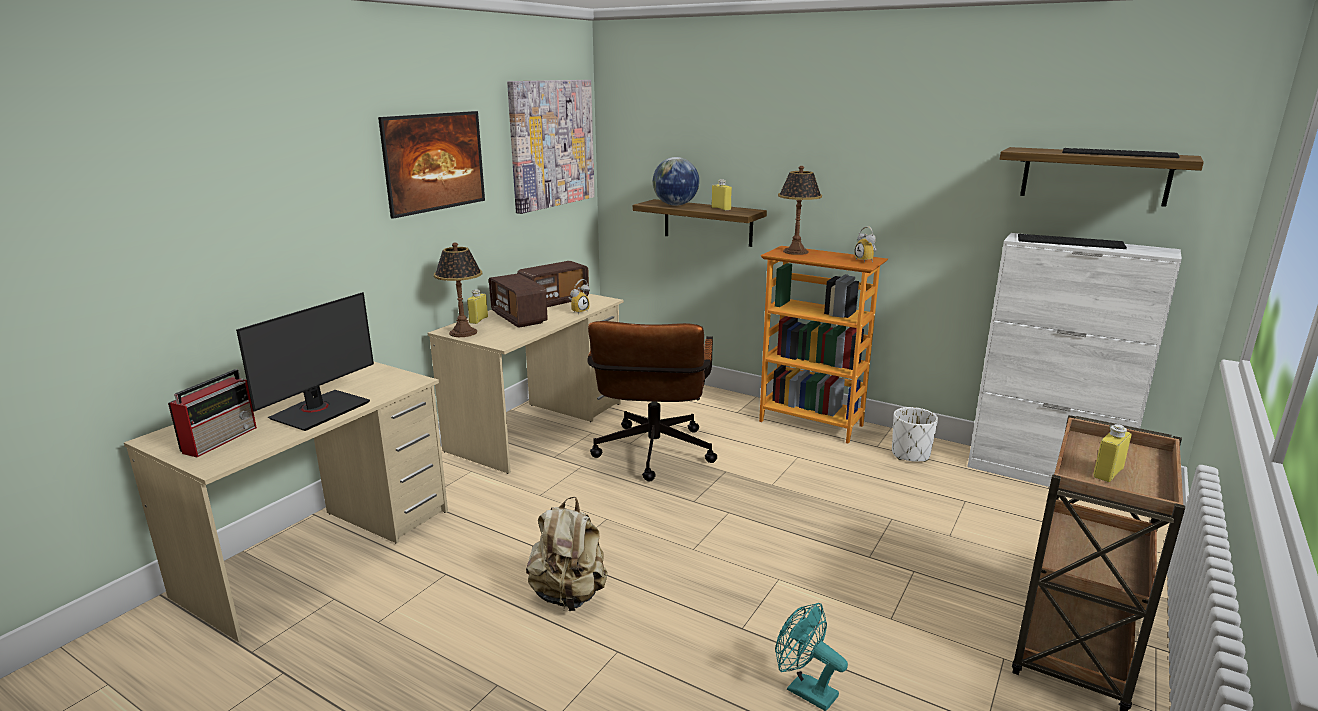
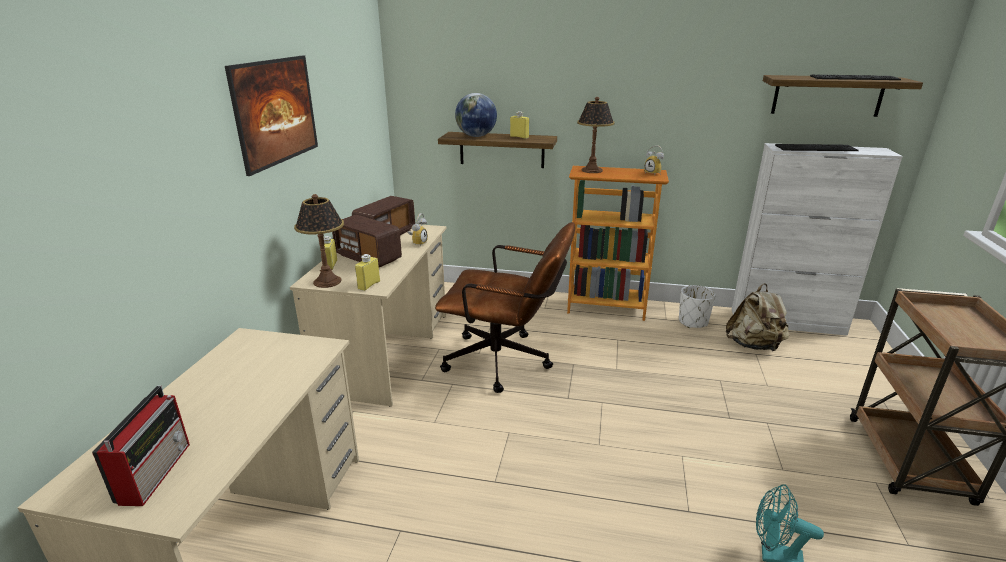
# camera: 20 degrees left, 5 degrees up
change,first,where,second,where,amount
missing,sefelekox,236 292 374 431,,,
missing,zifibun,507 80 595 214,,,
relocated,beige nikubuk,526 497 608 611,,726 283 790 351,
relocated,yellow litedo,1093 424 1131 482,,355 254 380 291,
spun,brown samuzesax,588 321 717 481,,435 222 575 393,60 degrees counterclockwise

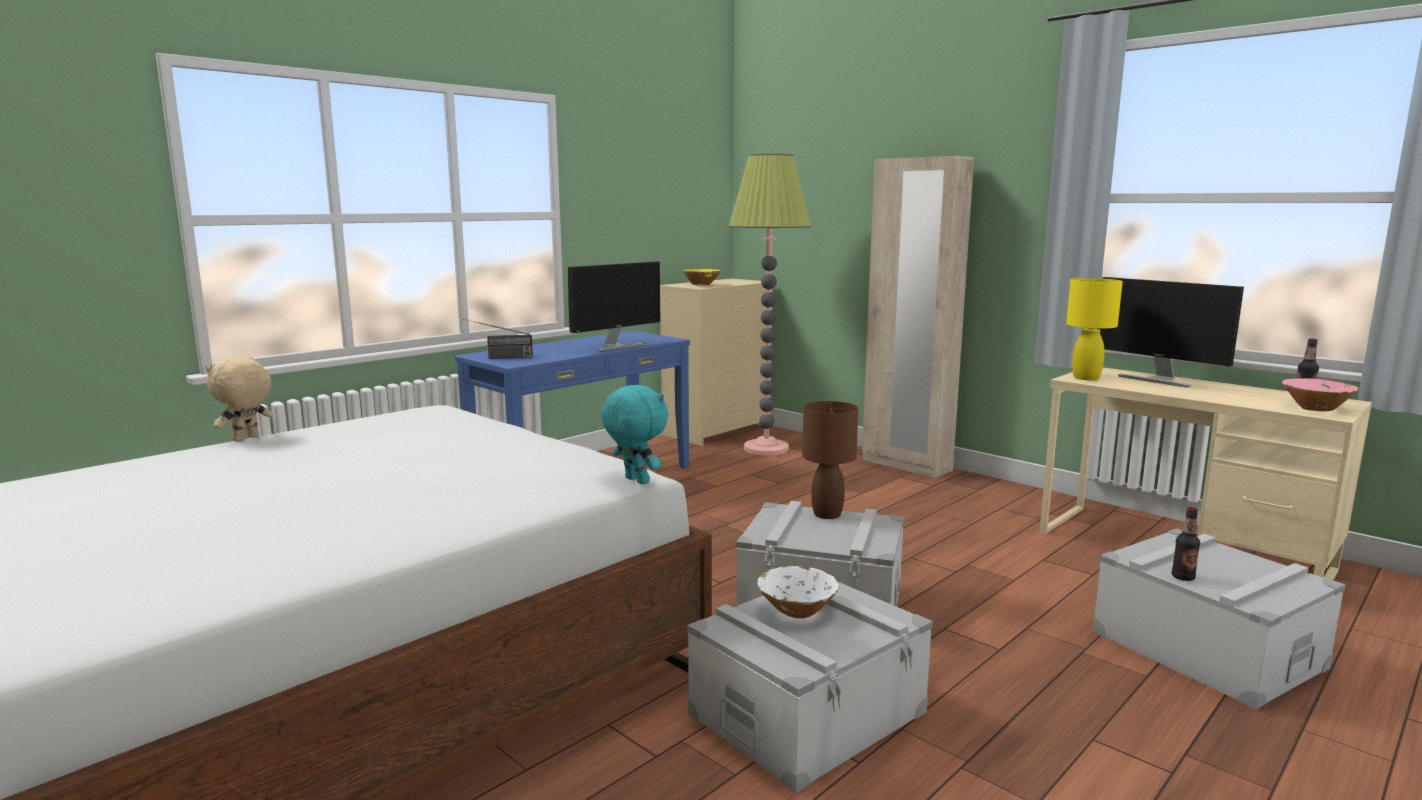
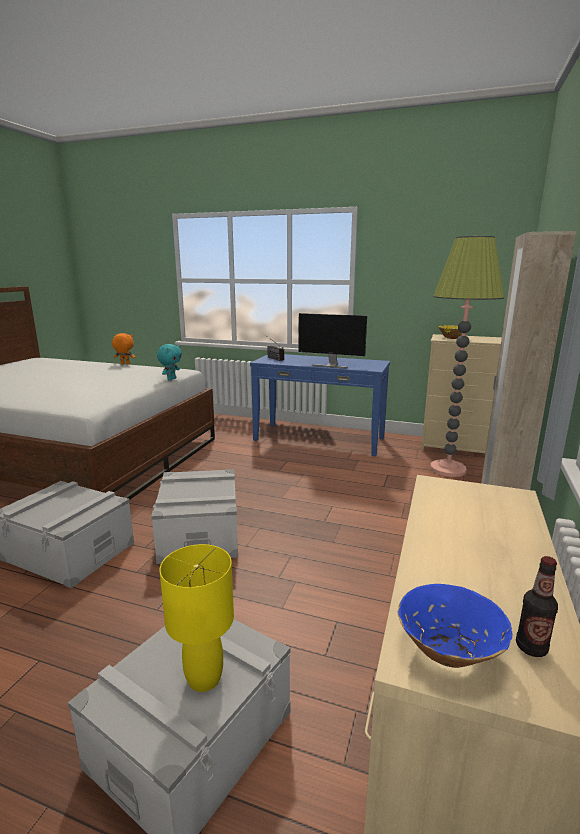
# camera: 65 degrees right, 5 degrees up
change,first,where,second,where,amount
missing,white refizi,757 566 839 618,,,
missing,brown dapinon,802 401 858 519,,,
missing,sefelekox,1097 277 1244 388,,,
missing,litedo,1172 507 1200 581,,,
relocated,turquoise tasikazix,601 385 668 484,,157 344 182 381,
relocated,yellow dapinon,1066 278 1123 380,,159 544 234 692,
colour,beige tasikazix,205 357 273 441,orange tasikazix,112 333 135 364,
colour,pink refizi,1282 378 1359 411,blue refizi,398 584 512 668,

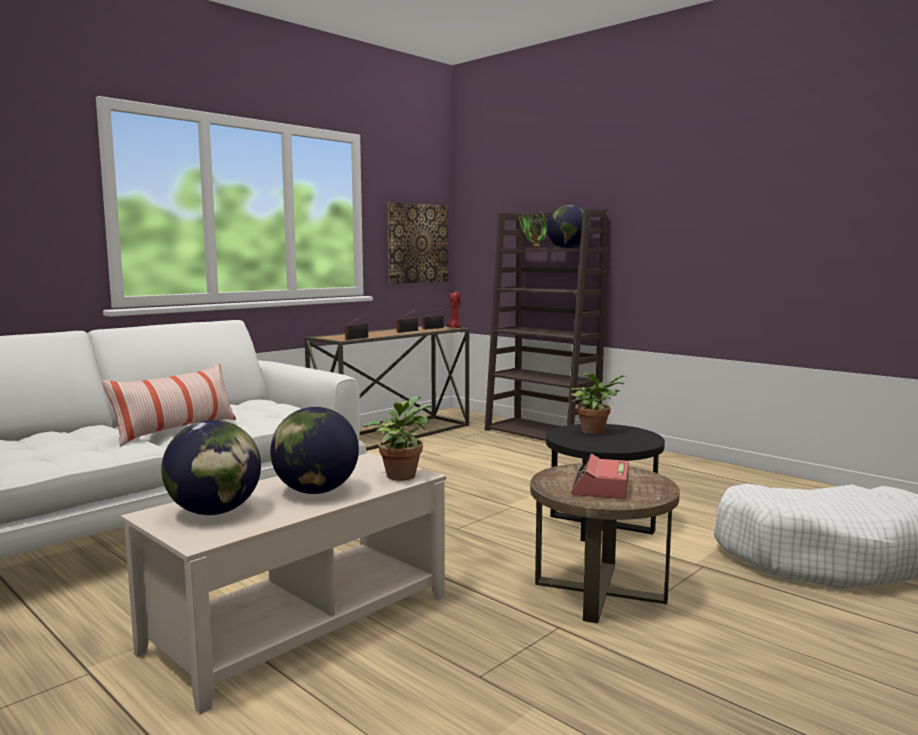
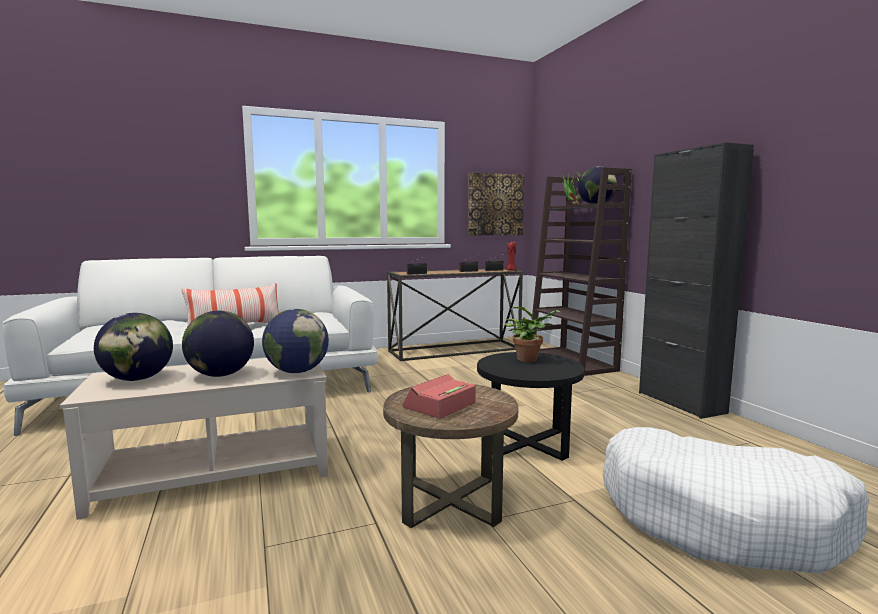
# camera: 25 degrees right, 0 degrees up
change,first,where,second,where,amount
appeared,,,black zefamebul,639 142 754 419,
exchanged,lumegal,363 396 432 481,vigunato,262 309 329 373,

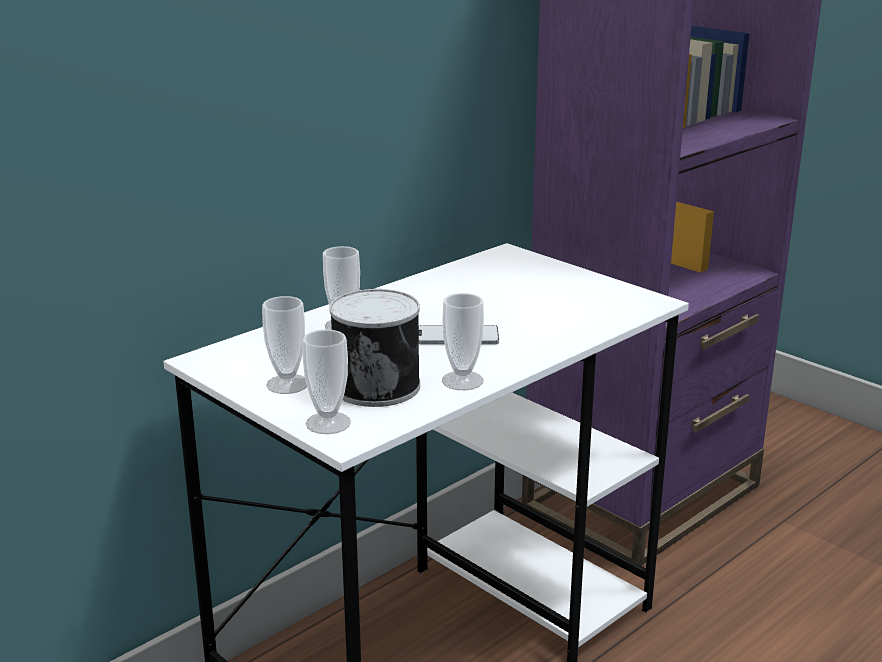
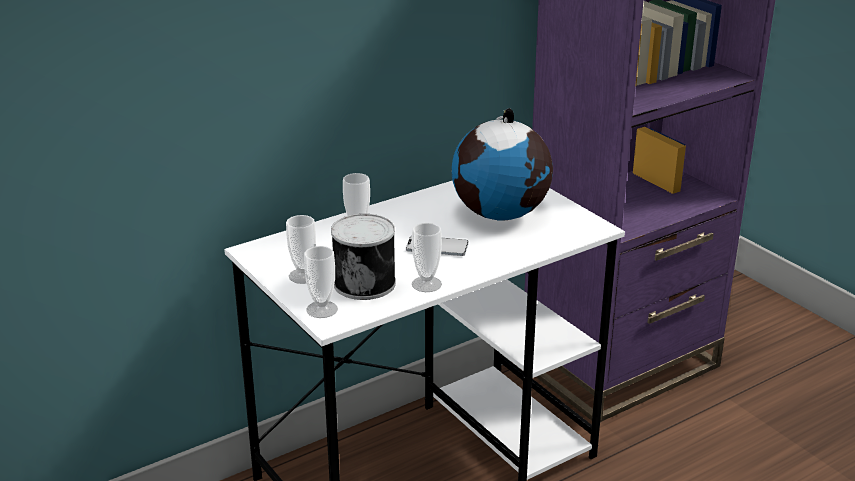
# camera: 10 degrees right, 5 degrees up
change,first,where,second,where,amount
appeared,,,vigunato,452 108 553 221,

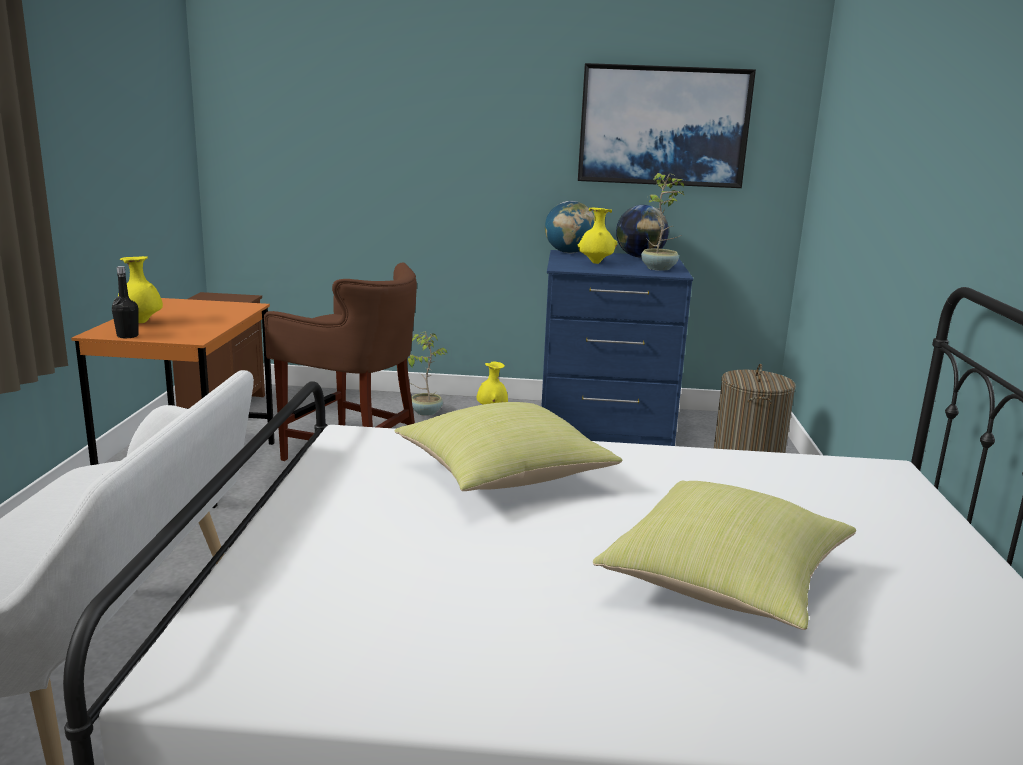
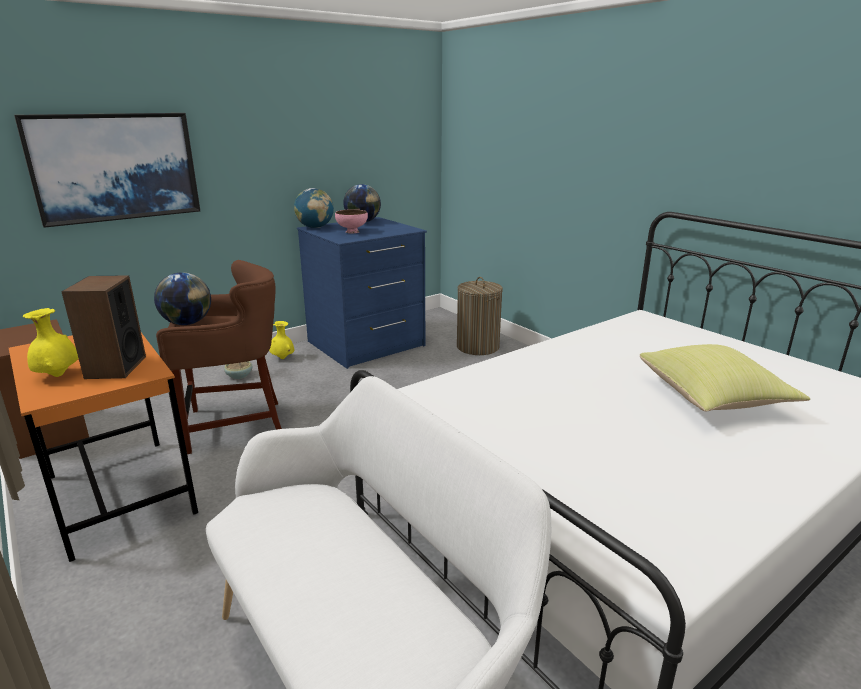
# camera: 40 degrees left, 5 degrees up
change,first,where,second,where,amount
missing,black litedo,112 266 139 338,,,
missing,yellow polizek,395 402 622 491,,,
missing,lumegal,641 173 685 271,,,
appeared,,,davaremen,61 275 146 379,
appeared,,,vigunato,154 272 211 325,
relocated,zifibun,578 63 756 188,,14 113 200 228,
exchanged,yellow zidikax,578 208 618 264,pink refizi,335 209 368 233,

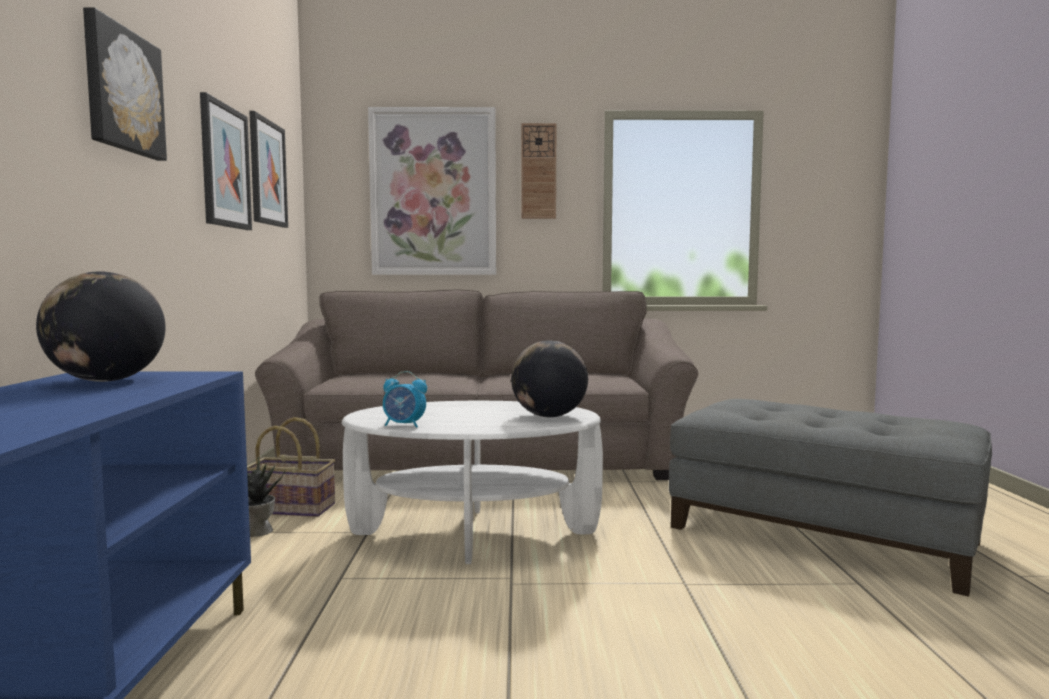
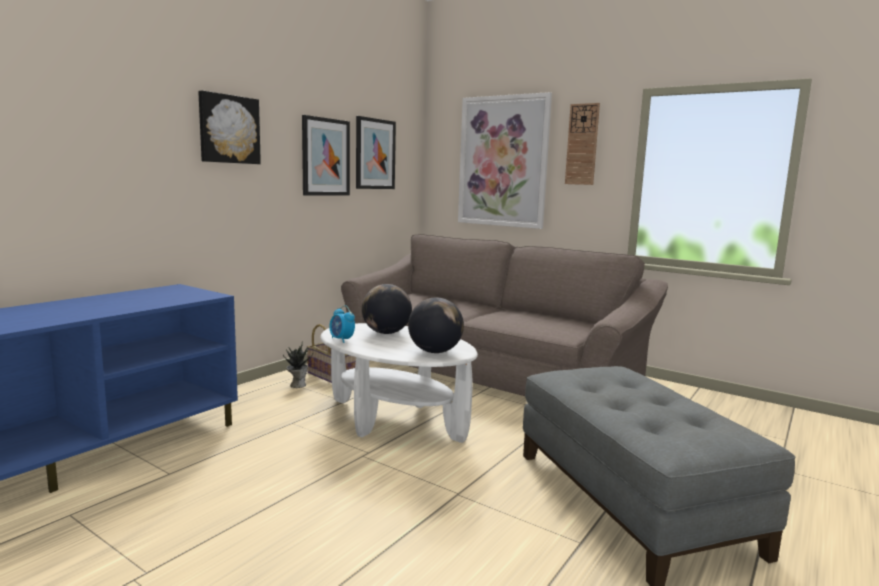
# camera: 35 degrees right, 5 degrees up
change,first,where,second,where,amount
relocated,vigunato,36 271 165 382,,362 284 412 334,

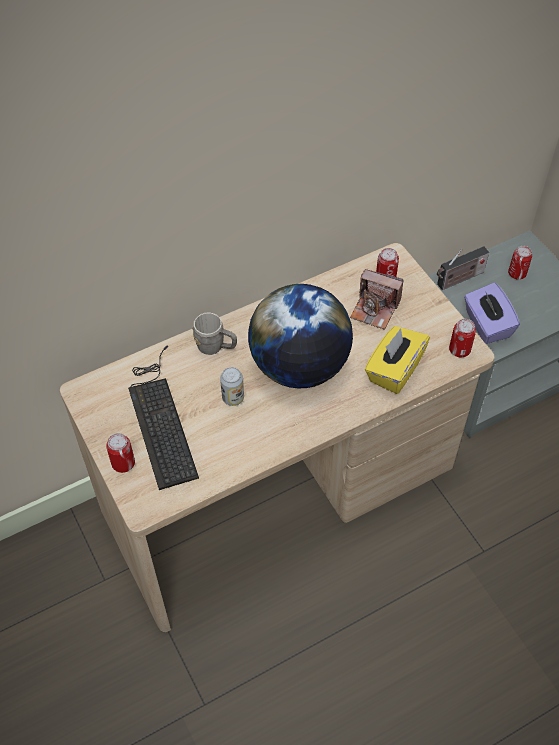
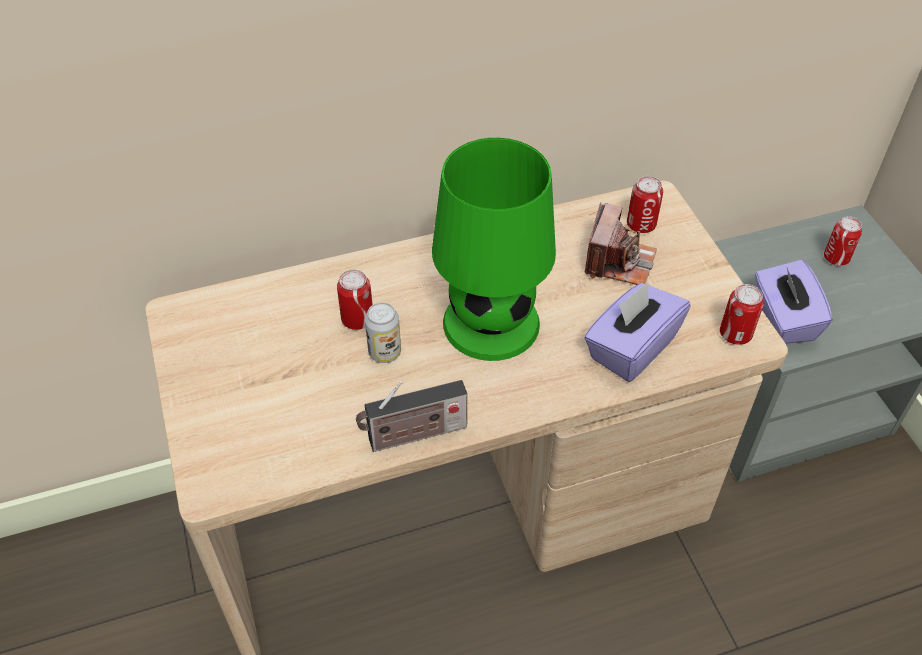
# camera: 10 degrees right, 5 degrees down
change,first,where,second,where,amount
missing,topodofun,128 346 199 490,,,
missing,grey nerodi,192 313 237 355,,,
relocated,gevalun,106 433 135 473,,337 270 373 330,
relocated,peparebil,437 246 489 290,,356 380 467 452,
exchanged,vigunato,248 284 353 388,green dapinon,432 138 556 361,
colour,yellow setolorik,365 326 430 394,purple setolorik,584 282 691 382,
spun,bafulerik,350 269 403 330,,585 203 657 285,105 degrees counterclockwise

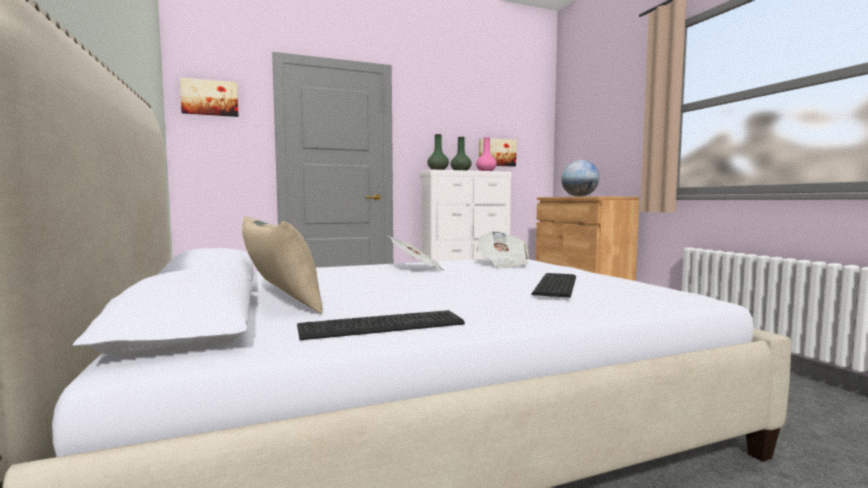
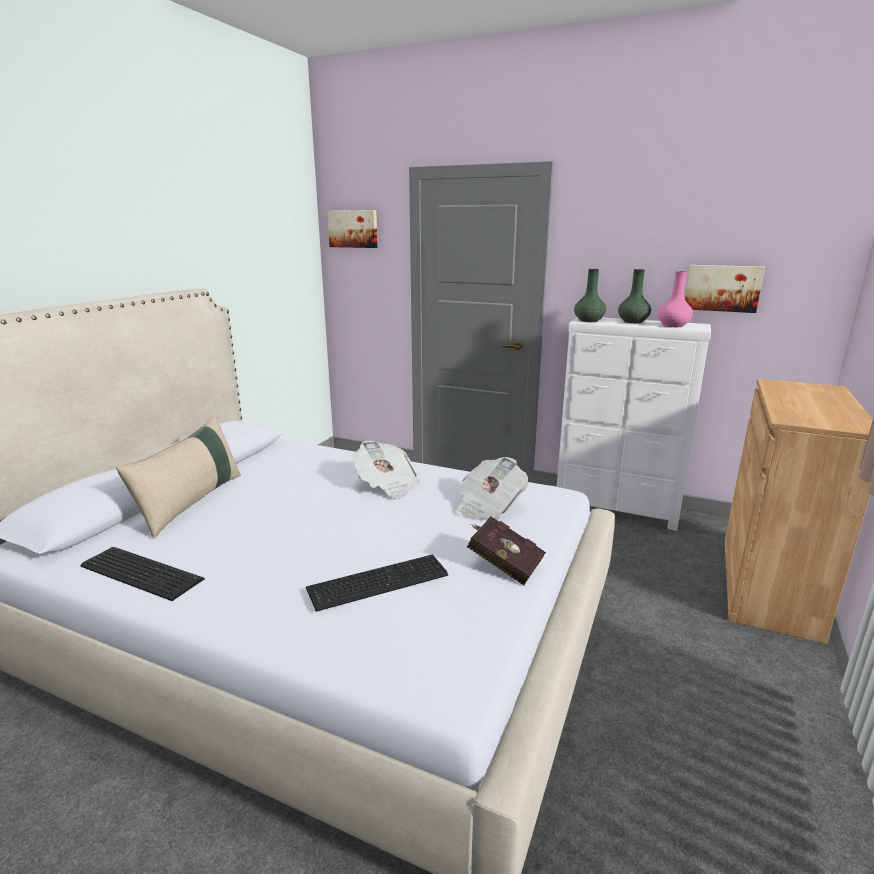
# camera: 45 degrees right, 15 degrees up
change,first,where,second,where,amount
missing,vigunato,561 160 599 197,,,
appeared,,,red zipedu,467 516 546 586,

